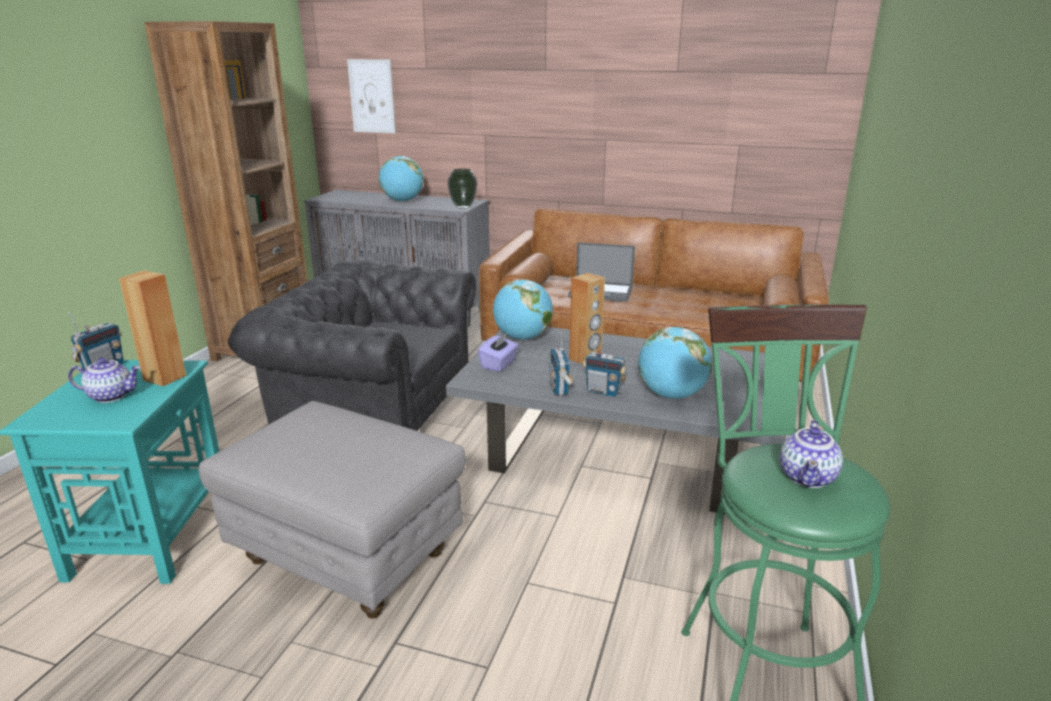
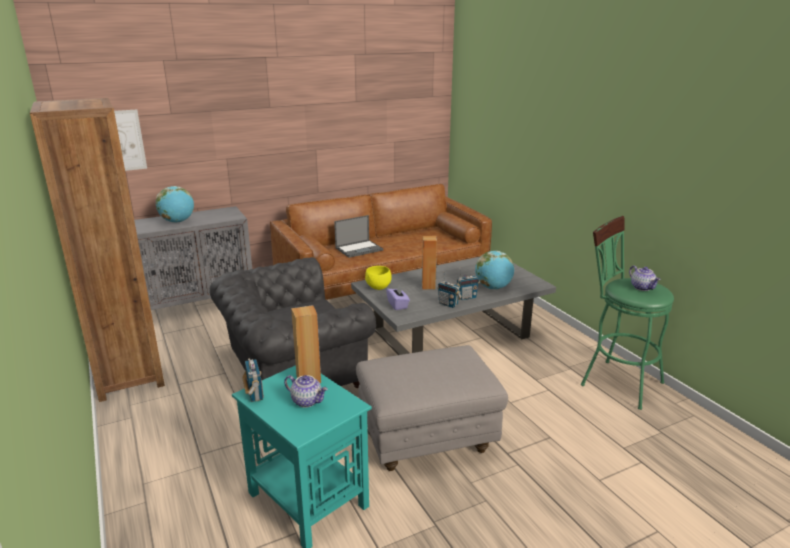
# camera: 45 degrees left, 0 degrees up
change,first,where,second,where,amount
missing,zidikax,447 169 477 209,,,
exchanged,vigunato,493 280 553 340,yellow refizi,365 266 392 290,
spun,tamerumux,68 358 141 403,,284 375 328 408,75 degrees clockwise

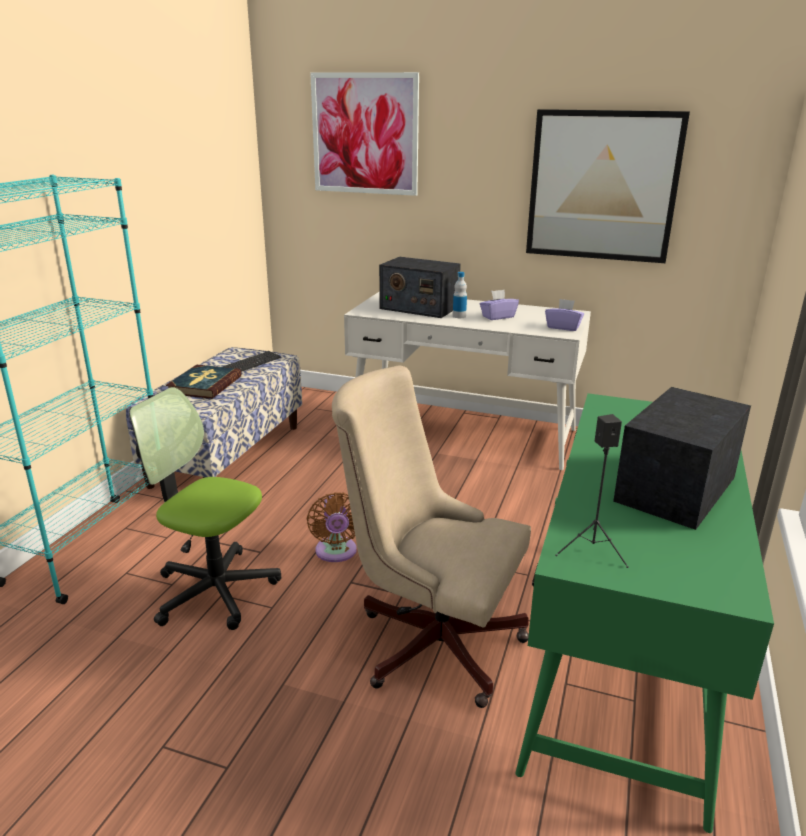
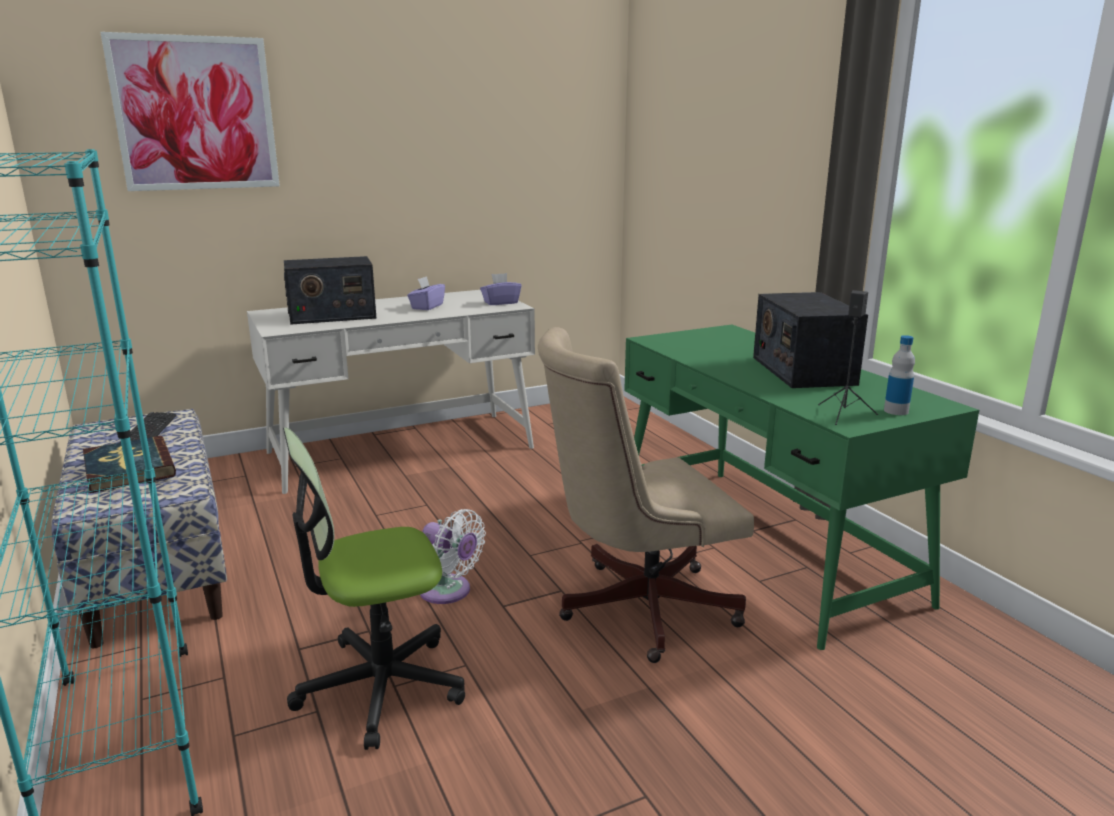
# camera: 45 degrees left, 5 degrees down
change,first,where,second,where,amount
missing,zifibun,526 109 690 263,,,
relocated,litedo,453 272 467 318,,884 335 915 415,
colour,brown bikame,307 492 357 562,white bikame,420 509 486 604,

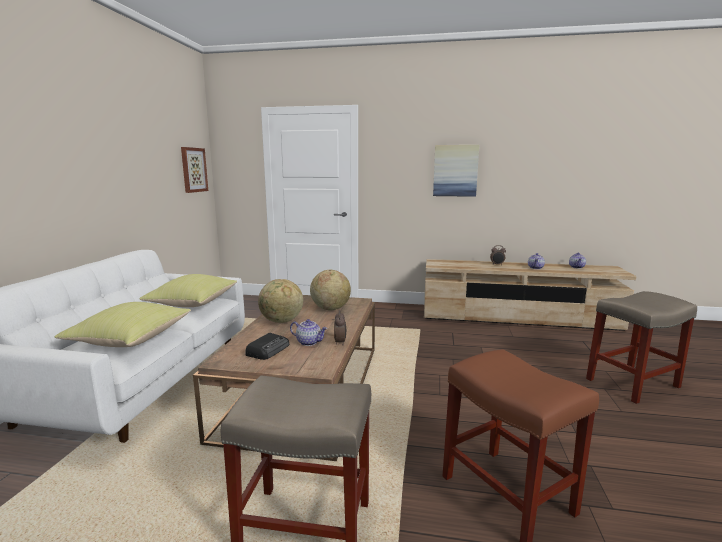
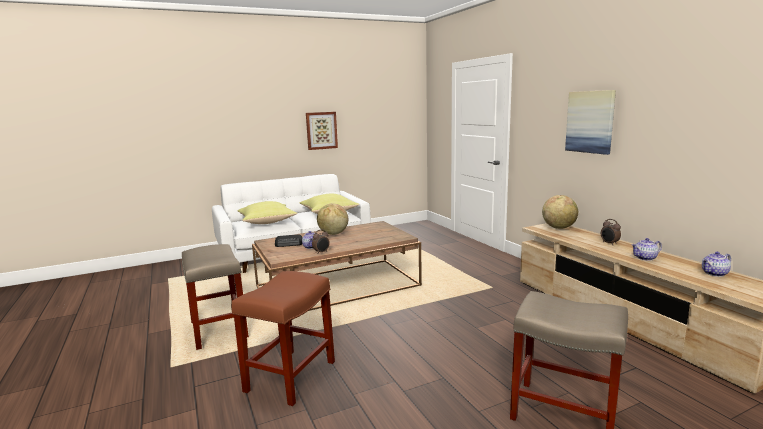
# camera: 55 degrees right, 0 degrees up
change,first,where,second,where,amount
relocated,zifibun,181 147 208 193,,306 112 338 150,
relocated,vigunato,310 270 351 310,,542 195 578 229,

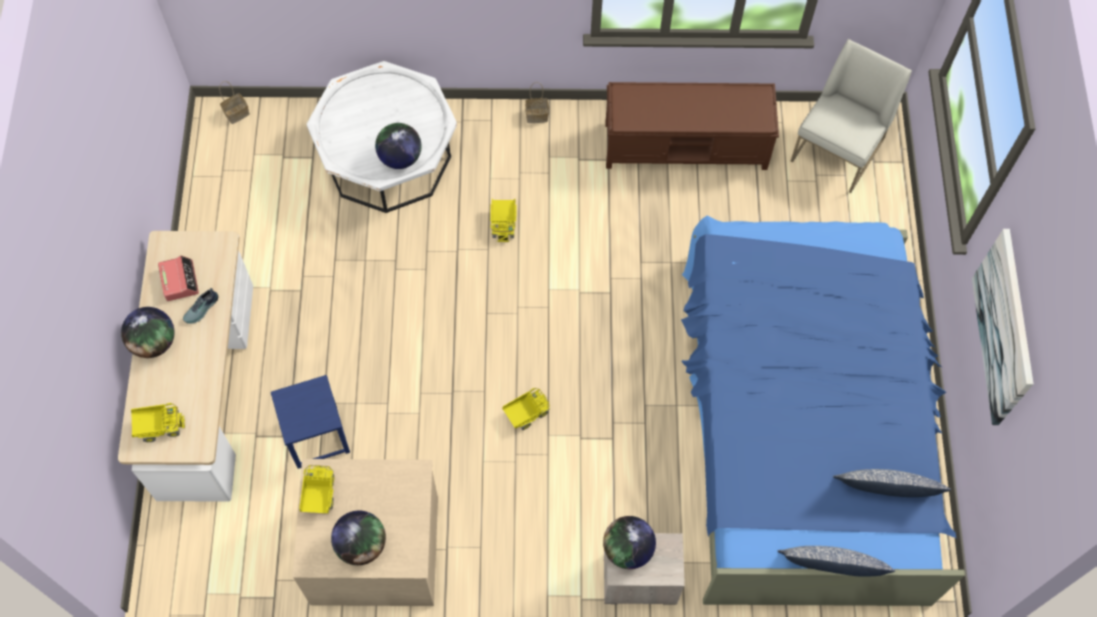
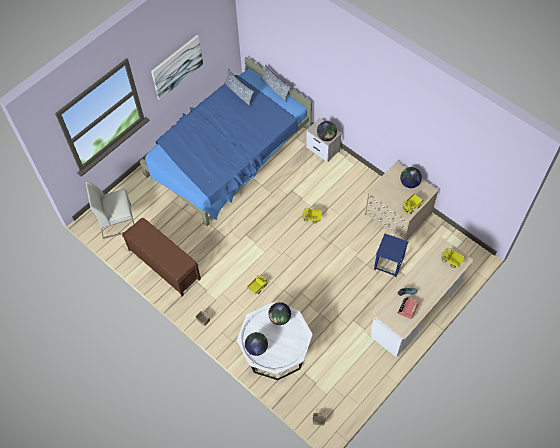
# camera: 135 degrees left, 5 degrees down
change,first,where,second,where,amount
relocated,vigunato,121 307 175 358,,245 332 268 356,

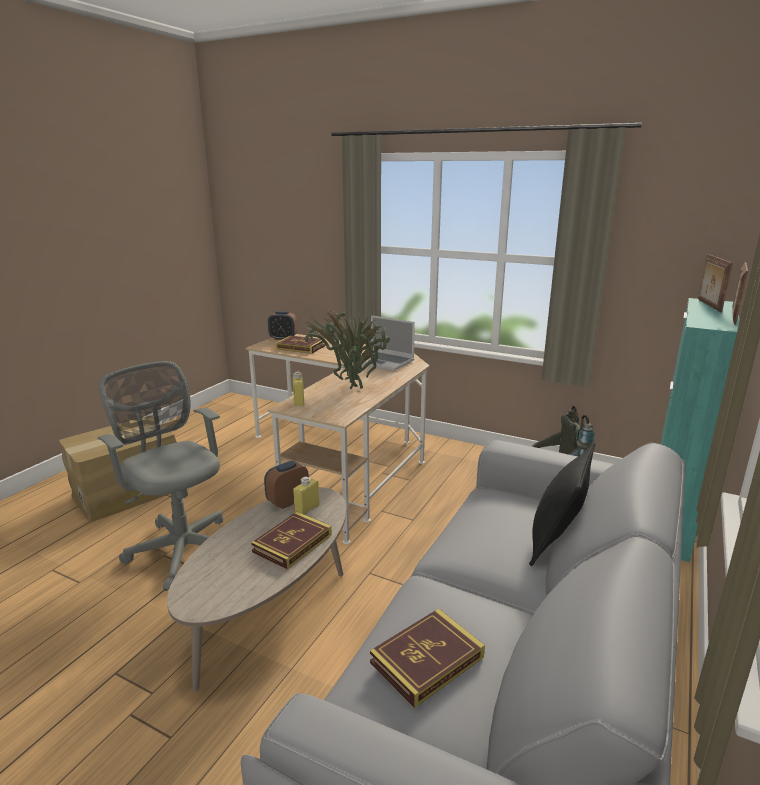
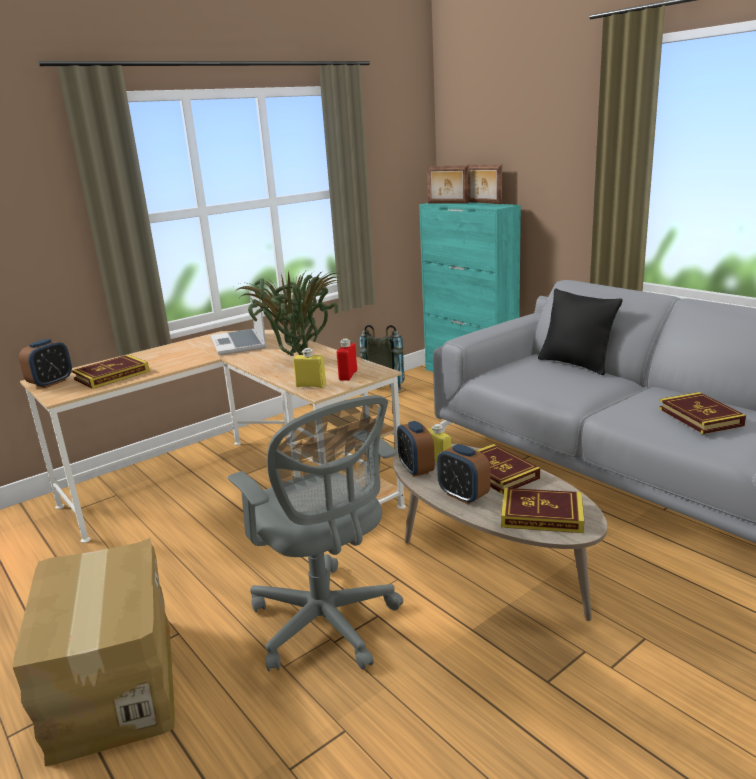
# camera: 65 degrees left, 0 degrees up
change,first,where,second,where,amount
appeared,,,red litedo,337 339 357 381,
appeared,,,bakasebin,437 444 491 504,
appeared,,,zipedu,501 488 584 533,
spun,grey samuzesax,97 361 223 591,,228 395 403 672,105 degrees counterclockwise
spun,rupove,352 315 415 372,,211 290 267 355,105 degrees clockwise

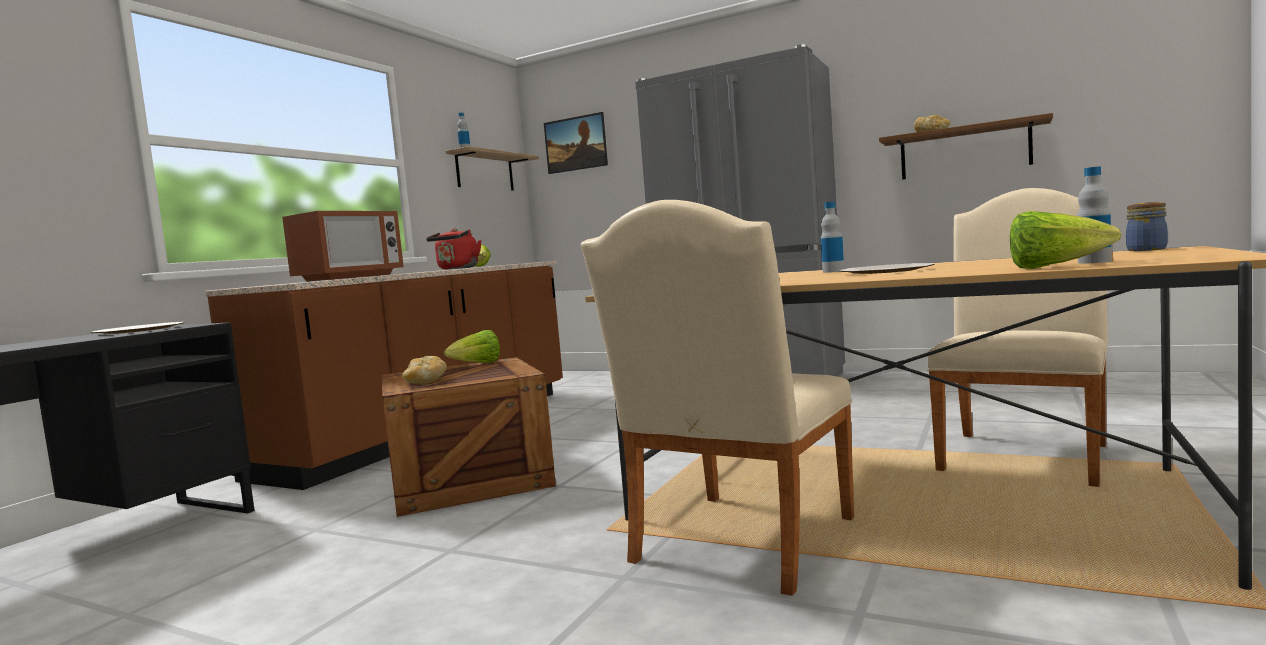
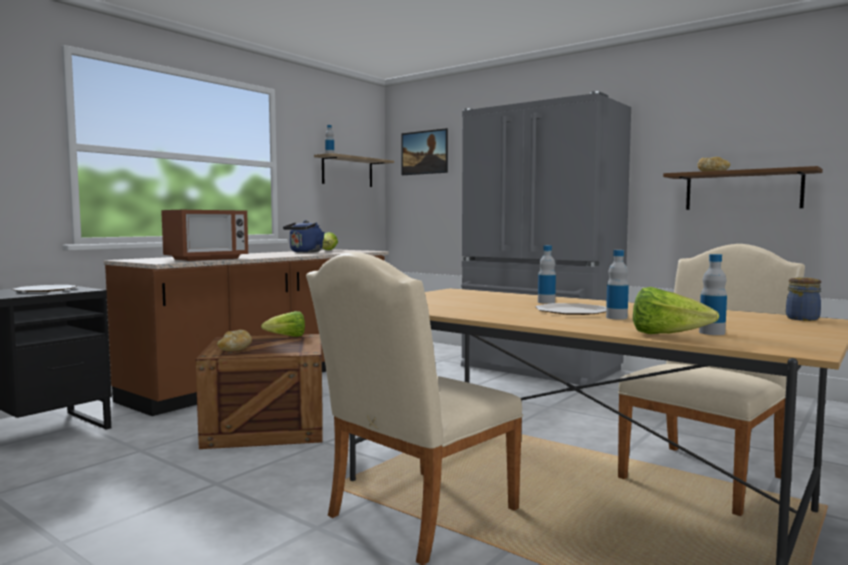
# camera: 10 degrees right, 0 degrees up
change,first,where,second,where,amount
appeared,,,litedo,606 250 629 320,
colour,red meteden,426 229 482 269,blue meteden,283 221 325 253,

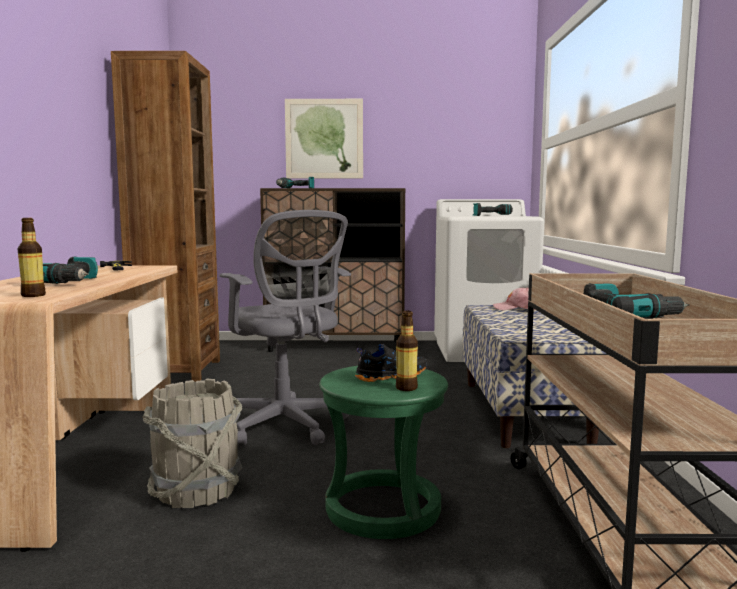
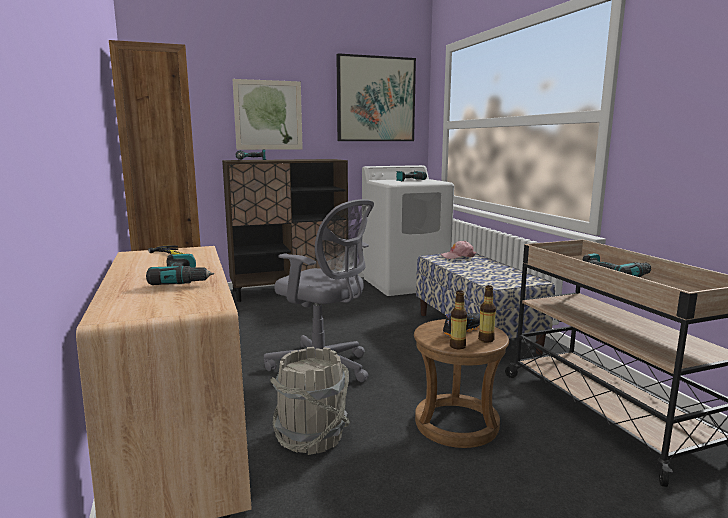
# camera: 20 degrees left, 5 degrees up
change,first,where,second,where,amount
appeared,,,zifibun,336 53 416 141,
relocated,litedo,18 218 46 297,,450 290 467 349,
colour,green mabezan,319 366 448 539,brown mabezan,414 319 509 448,

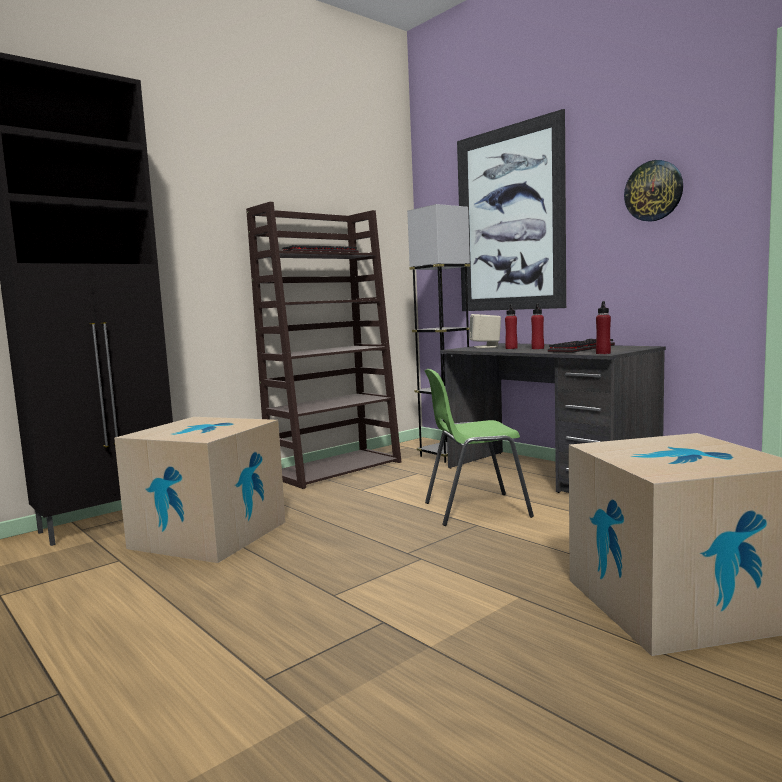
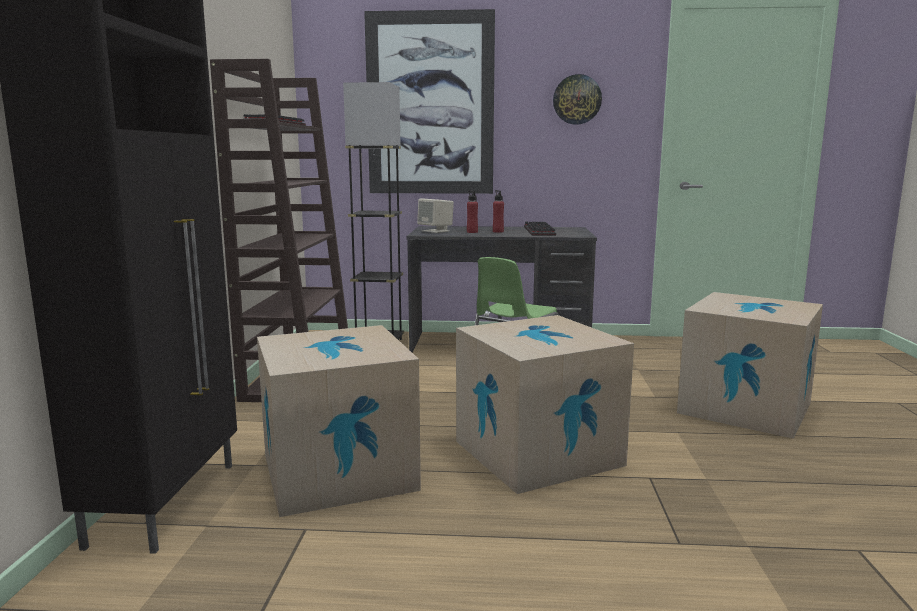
# camera: 45 degrees left, 5 degrees up
change,first,where,second,where,amount
missing,red litedo,596 301 611 354,,,
appeared,,,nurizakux,456 315 634 494,

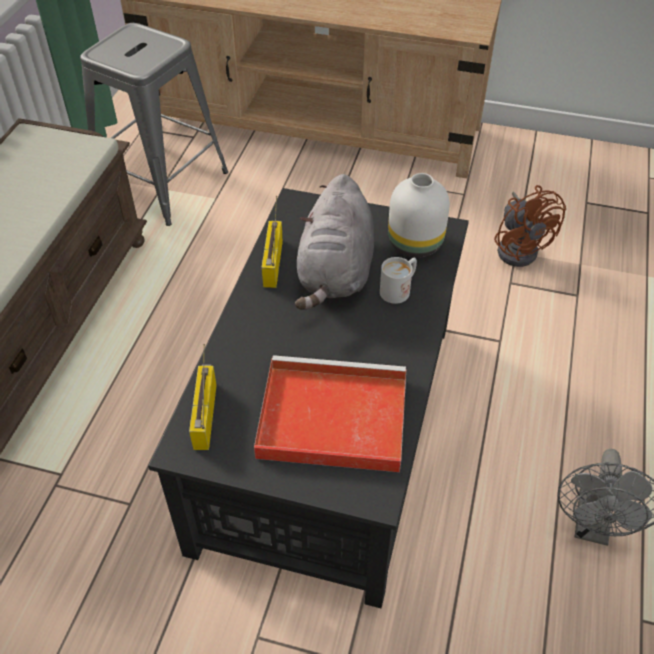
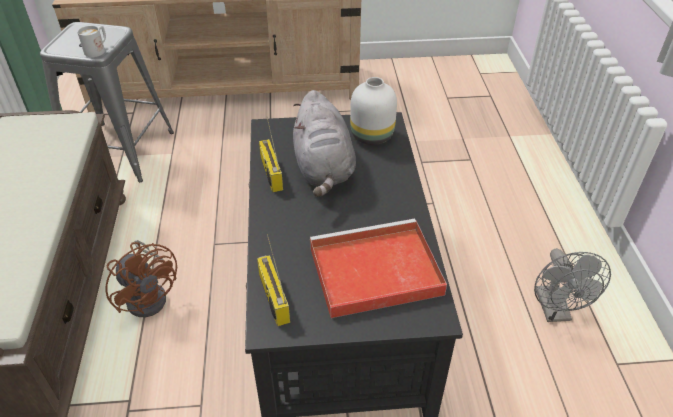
# camera: 20 degrees left, 5 degrees down
change,first,where,second,where,amount
relocated,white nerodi,380 257 417 304,,77 25 106 57,
relocated,brown bikame,494 185 566 267,,105 240 177 317,

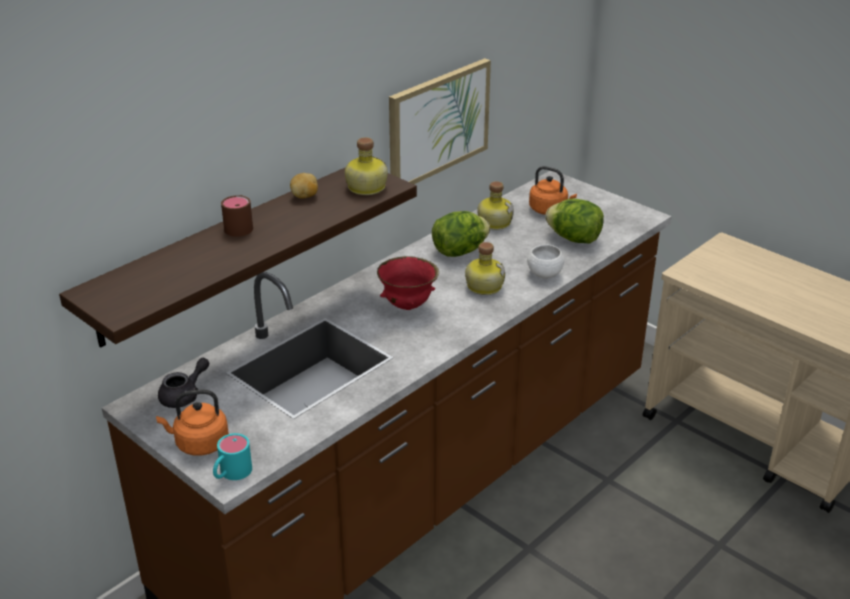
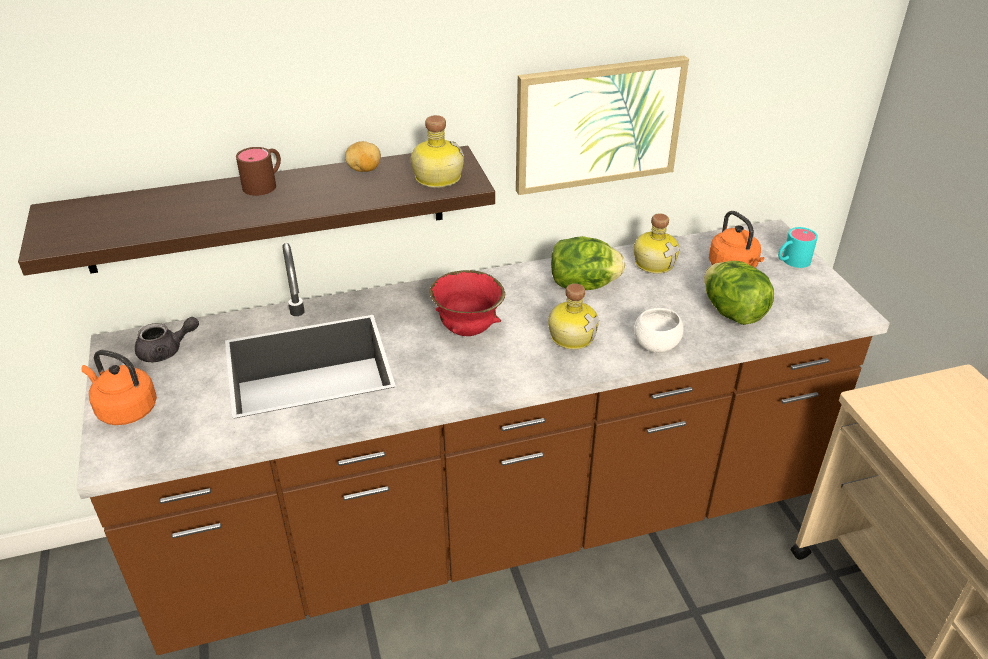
# camera: 30 degrees right, 5 degrees up
change,first,where,second,where,amount
relocated,turquoise nerodi,213 433 252 480,,778 227 818 268,

